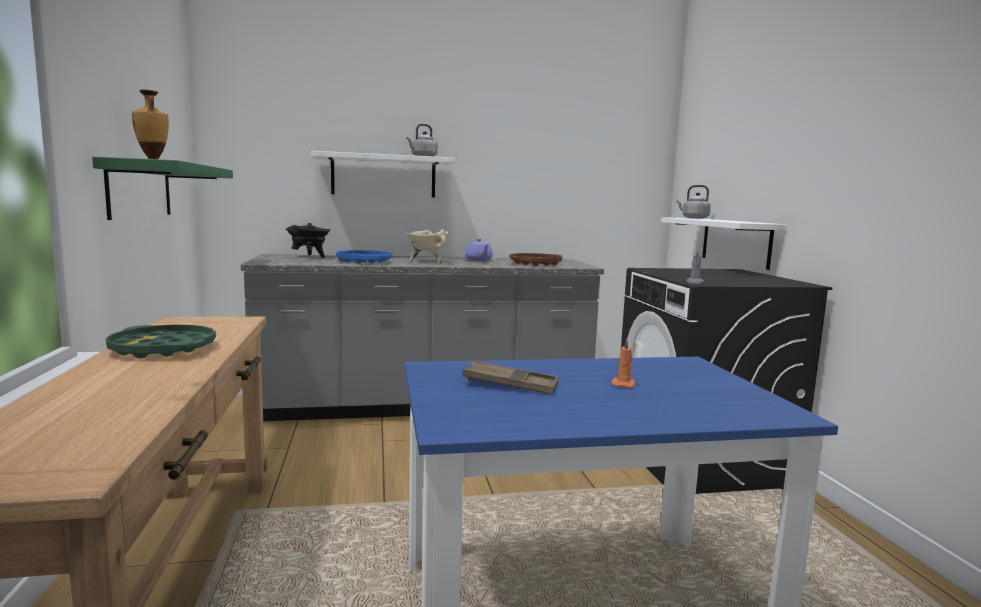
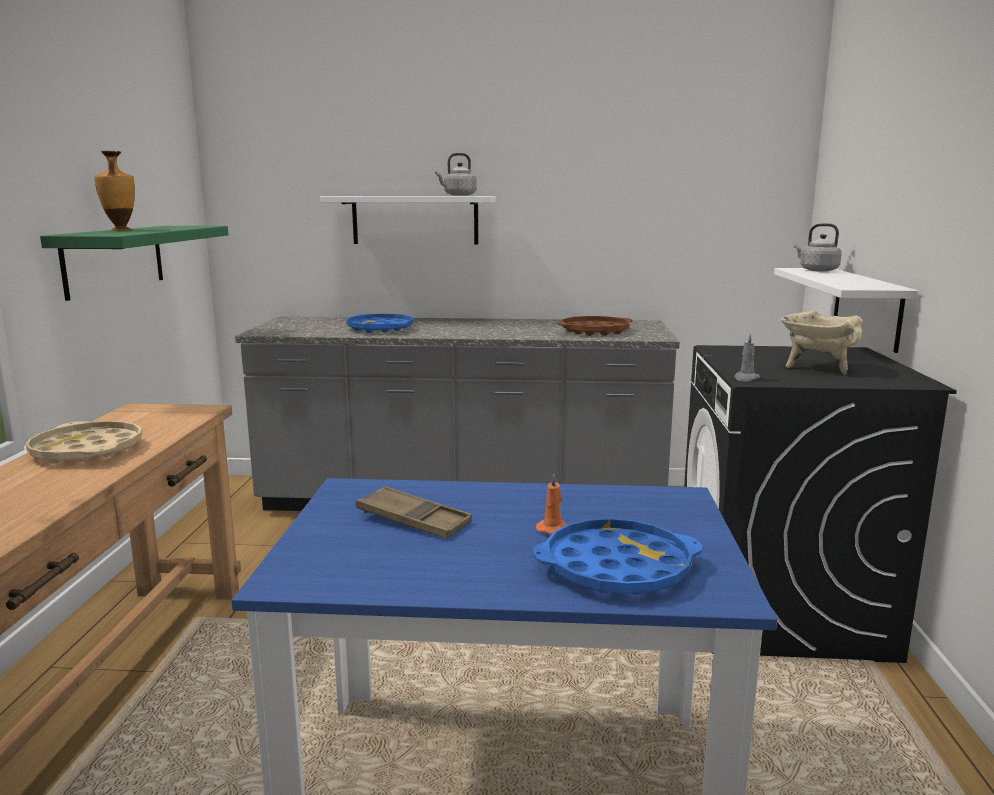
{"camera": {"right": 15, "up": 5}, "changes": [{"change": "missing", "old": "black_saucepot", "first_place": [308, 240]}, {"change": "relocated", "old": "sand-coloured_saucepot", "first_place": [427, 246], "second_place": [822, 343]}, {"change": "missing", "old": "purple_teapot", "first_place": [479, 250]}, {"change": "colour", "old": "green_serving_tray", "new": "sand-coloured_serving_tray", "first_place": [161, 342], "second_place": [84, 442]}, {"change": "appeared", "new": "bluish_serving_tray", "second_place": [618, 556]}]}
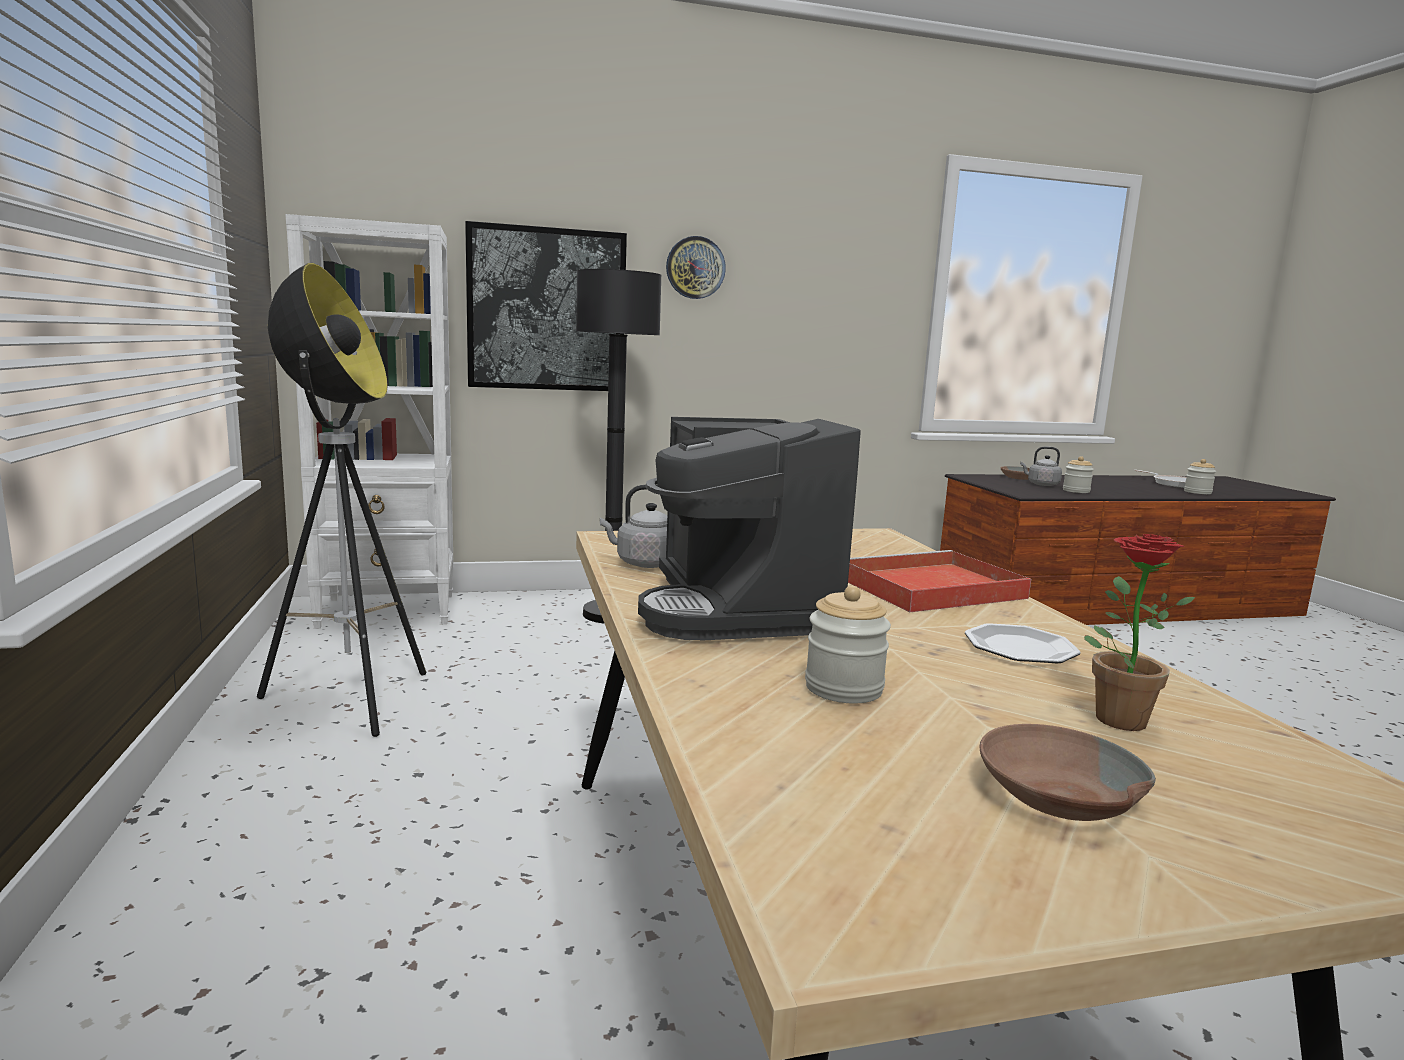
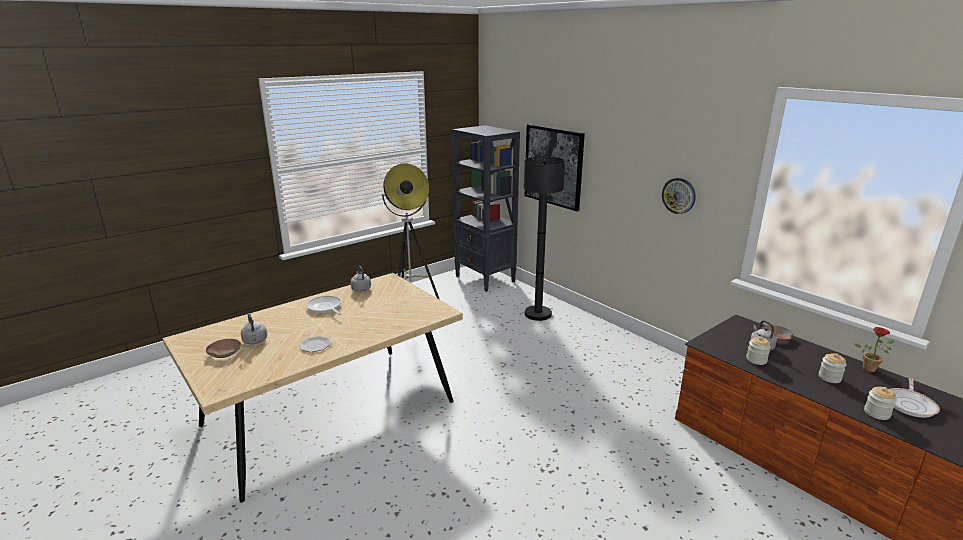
{"camera": {"right": 65, "up": 10}, "changes": [{"change": "colour", "old": "white-coloured_bookshelf", "new": "black_bookshelf", "first_place": [369, 421], "second_place": [486, 208]}, {"change": "relocated", "old": "hanging_clock", "first_place": [696, 267], "second_place": [679, 196]}, {"change": "exchanged", "old": "coffee_machine", "new": "skillet", "first_place": [749, 529], "second_place": [324, 305]}, {"change": "relocated", "old": "plant_in_a_pot", "first_place": [1140, 632], "second_place": [874, 349]}, {"change": "missing", "old": "red_serving_tray", "first_place": [939, 581]}, {"change": "relocated", "old": "storage_jar", "first_place": [848, 644], "second_place": [833, 368]}, {"change": "appeared", "new": "grey_tea_kettle", "second_place": [254, 328]}]}
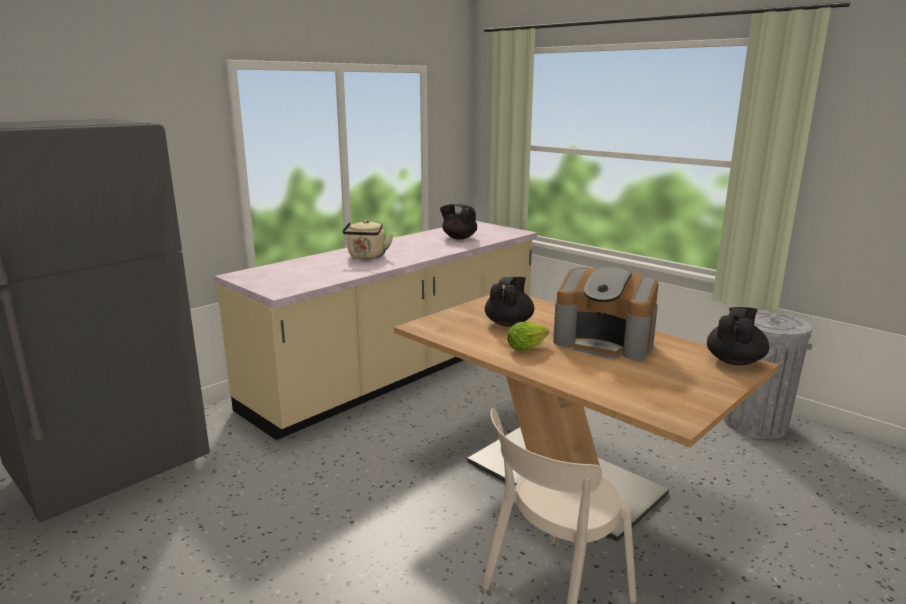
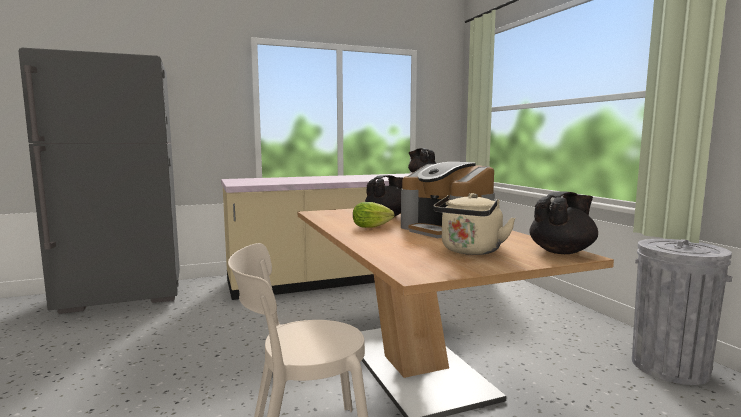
{"camera": {"right": 25, "up": -10}, "changes": [{"change": "relocated", "old": "sand-coloured_tea_kettle", "first_place": [367, 239], "second_place": [475, 224]}]}
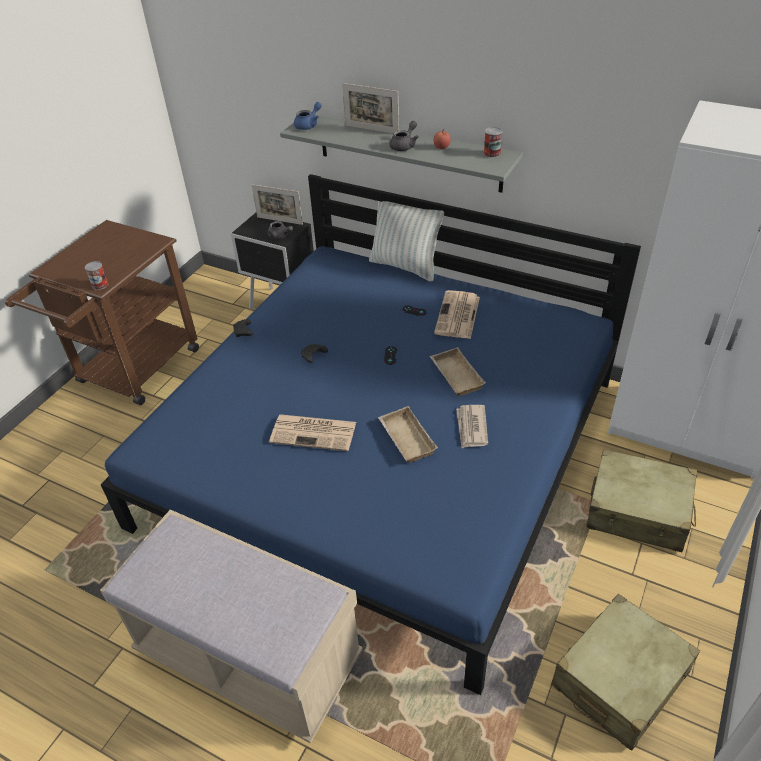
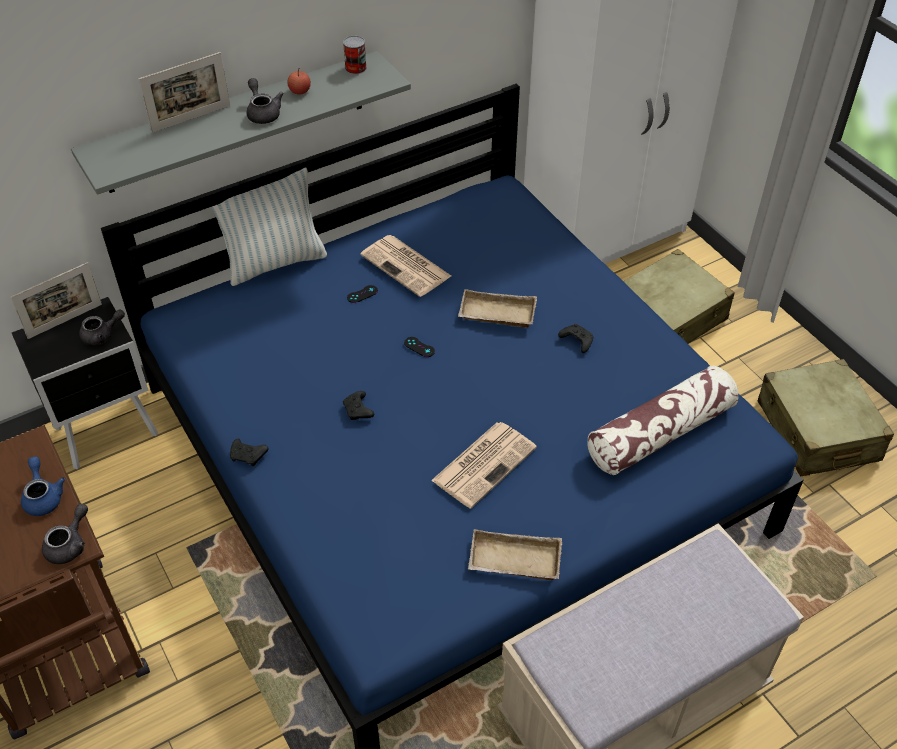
{"camera": {"right": -60, "up": 5}, "changes": [{"change": "relocated", "old": "bluish_teapot", "first_place": [308, 116], "second_place": [43, 486]}, {"change": "exchanged", "old": "sealed_can", "new": "grey_teapot", "first_place": [97, 275], "second_place": [65, 534]}, {"change": "exchanged", "old": "daily_paper", "new": "black_game_controller", "first_place": [472, 426], "second_place": [575, 338]}, {"change": "relocated", "old": "sand-coloured_serving_tray", "first_place": [408, 434], "second_place": [515, 554]}, {"change": "appeared", "new": "throw_pillow", "second_place": [663, 420]}]}
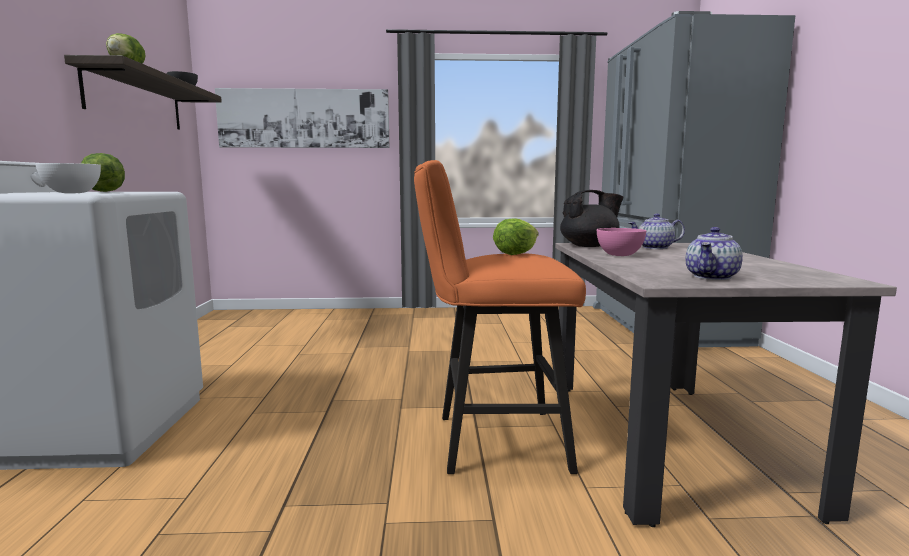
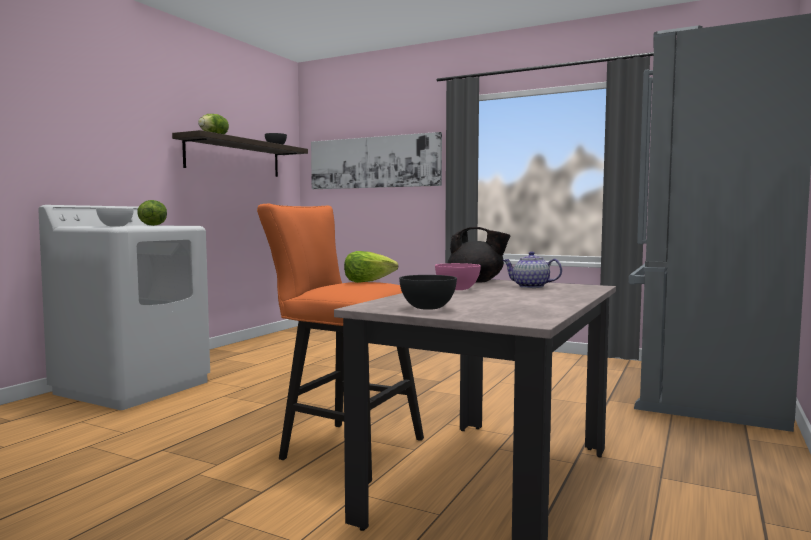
{"camera": {"right": 30, "up": -5}, "changes": [{"change": "exchanged", "old": "teapot", "new": "grey_bowl", "first_place": [714, 253], "second_place": [428, 292]}]}
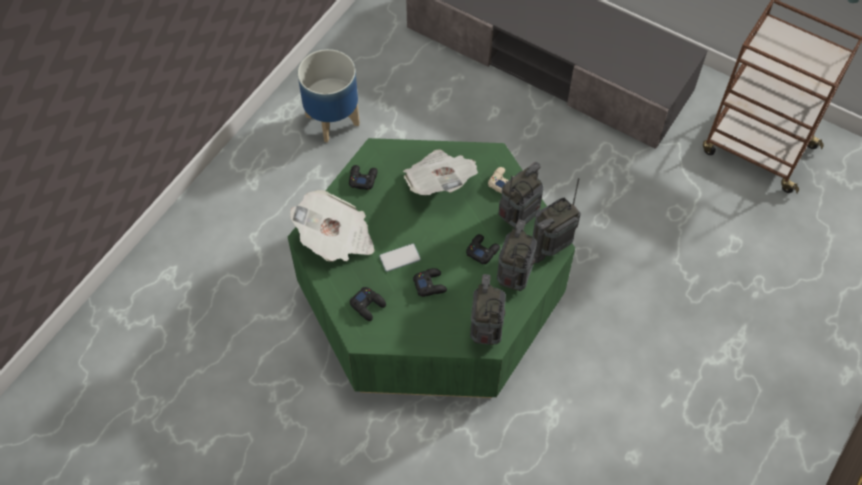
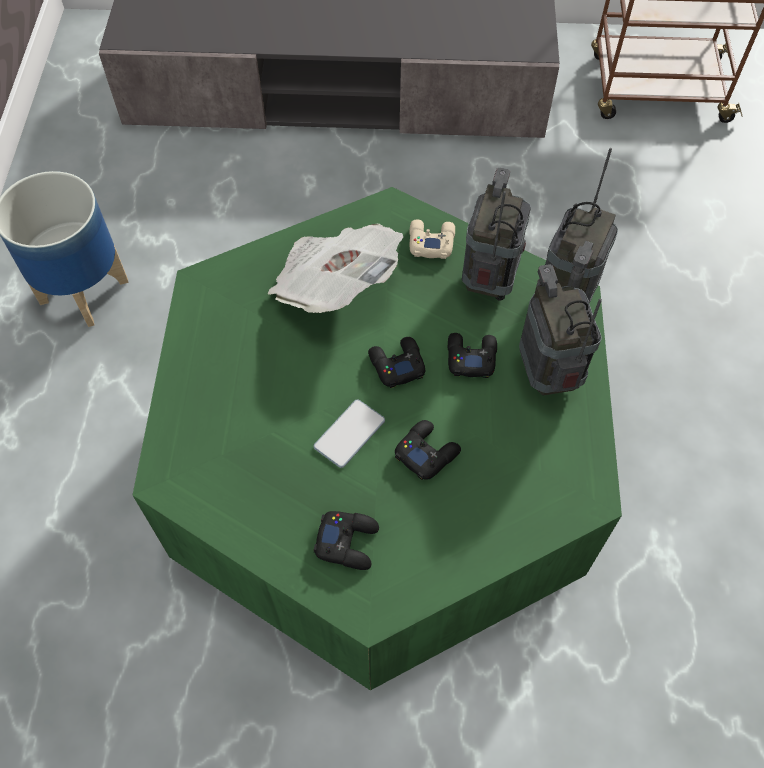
{"camera": {"right": -30, "up": 0}, "changes": [{"change": "relocated", "old": "black_game_controller", "first_place": [363, 177], "second_place": [396, 362]}, {"change": "missing", "old": "daily_paper", "first_place": [332, 226]}, {"change": "missing", "old": "radio_set", "first_place": [488, 309]}]}
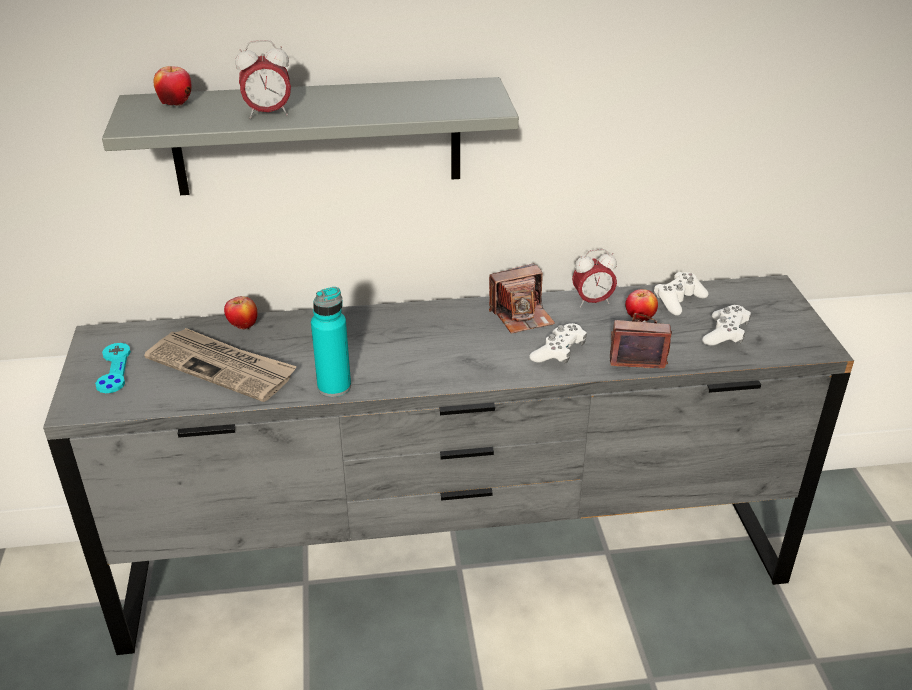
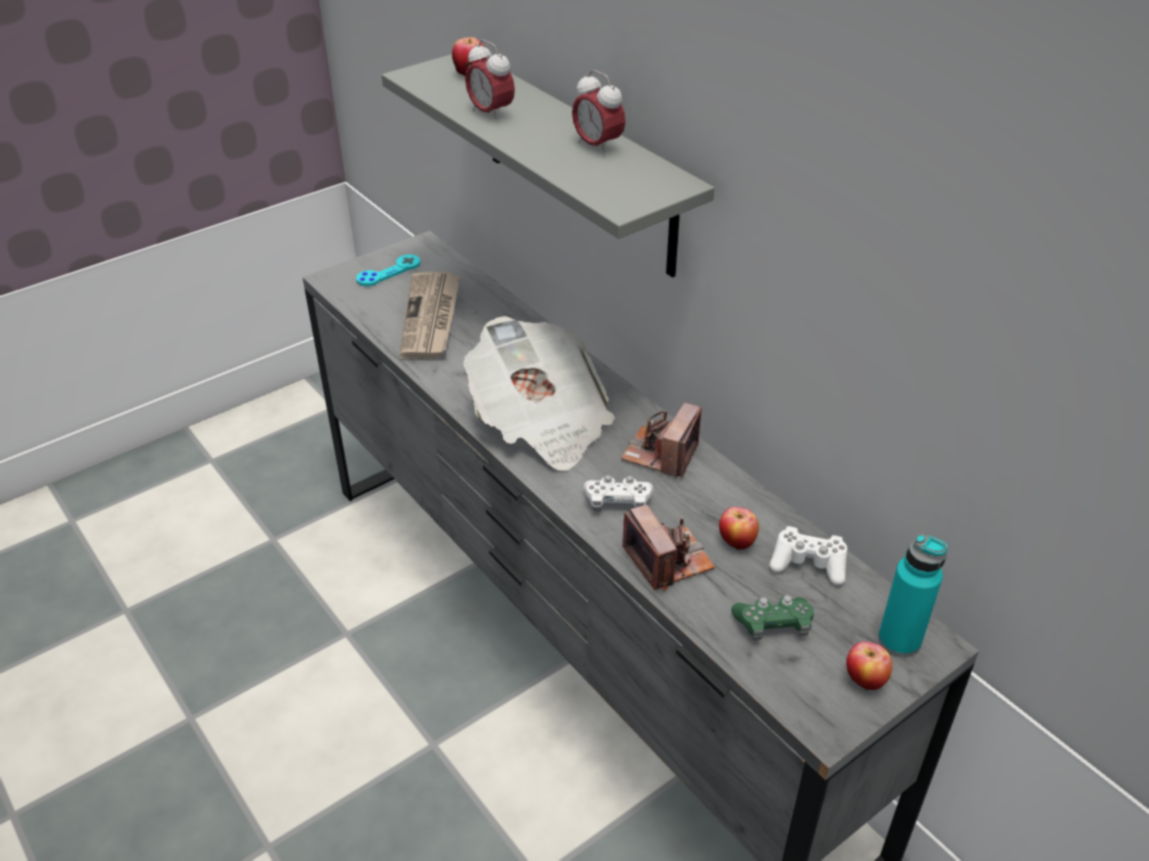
{"camera": {"right": 60, "up": 5}, "changes": [{"change": "relocated", "old": "alarm_clock", "first_place": [594, 278], "second_place": [598, 113]}, {"change": "spun", "old": "photo_camera", "first_place": [522, 298], "second_place": [661, 440], "degrees": 75}, {"change": "relocated", "old": "turquoise-coloured_beverage_bottle", "first_place": [331, 342], "second_place": [913, 595]}, {"change": "relocated", "old": "apple", "first_place": [240, 312], "second_place": [869, 665]}, {"change": "colour", "old": "white-coloured_game_controller", "new": "green_game_controller", "first_place": [726, 325], "second_place": [772, 618]}, {"change": "appeared", "new": "daily_paper", "second_place": [539, 393]}]}
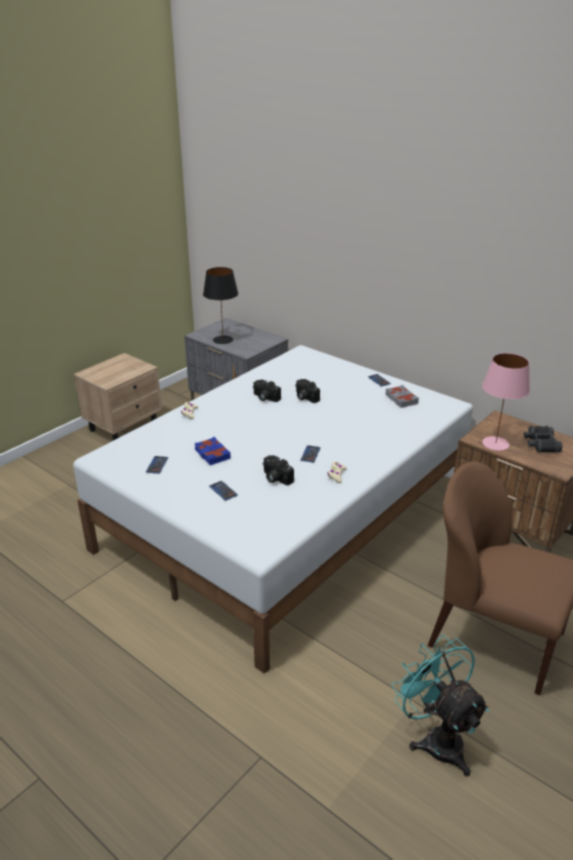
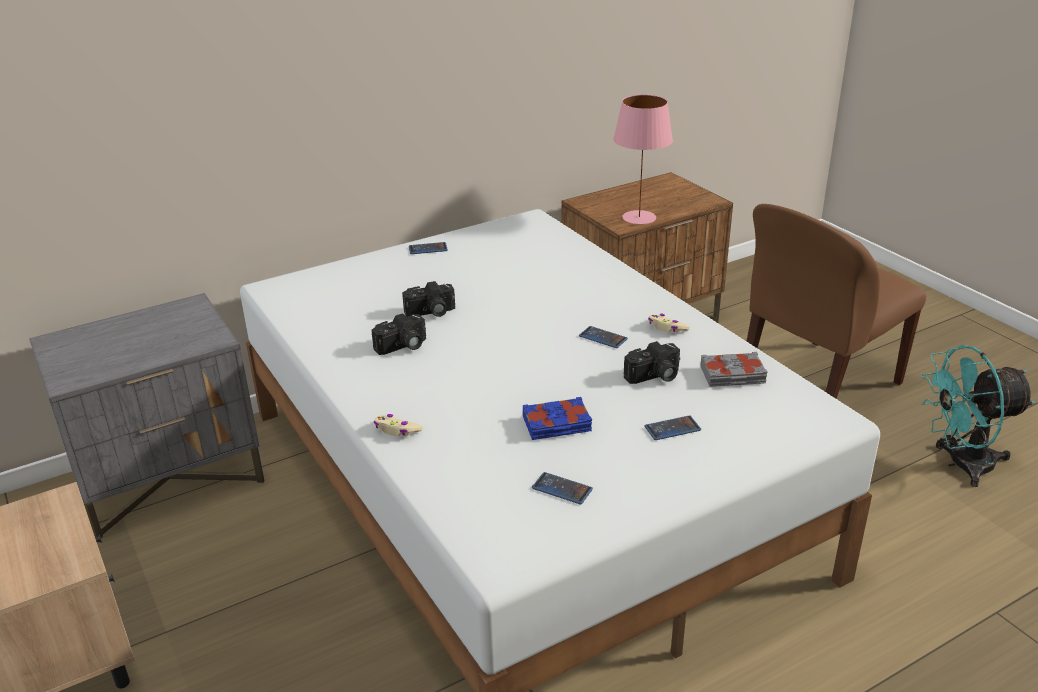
{"camera": {"right": -70, "up": 0}, "changes": [{"change": "missing", "old": "black_lamp_for_a_table", "first_place": [220, 305]}, {"change": "relocated", "old": "grey_volume", "first_place": [402, 396], "second_place": [734, 369]}, {"change": "missing", "old": "black_field_glasses", "first_place": [543, 439]}]}
